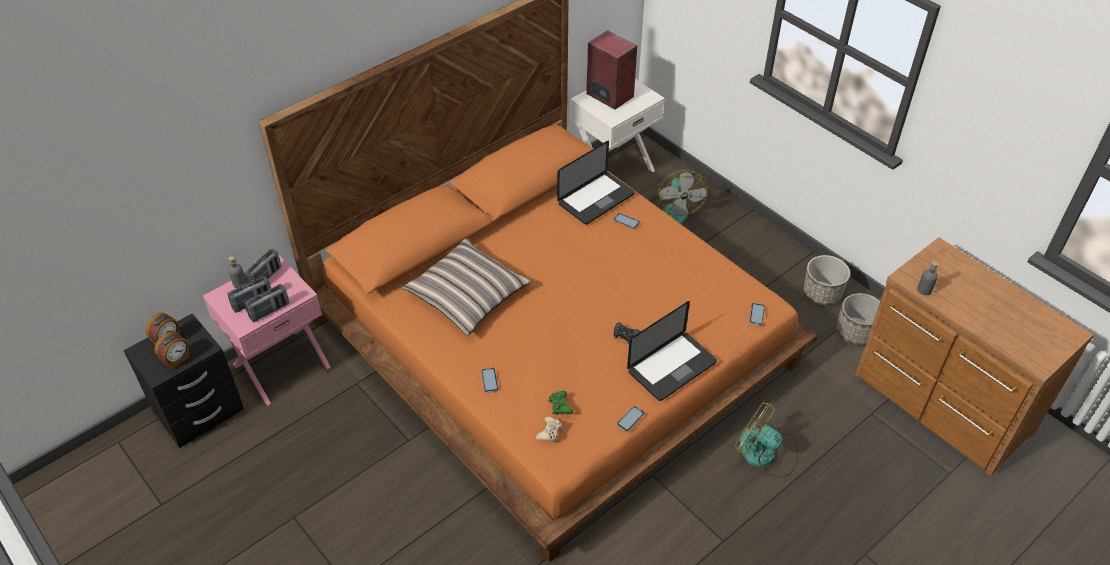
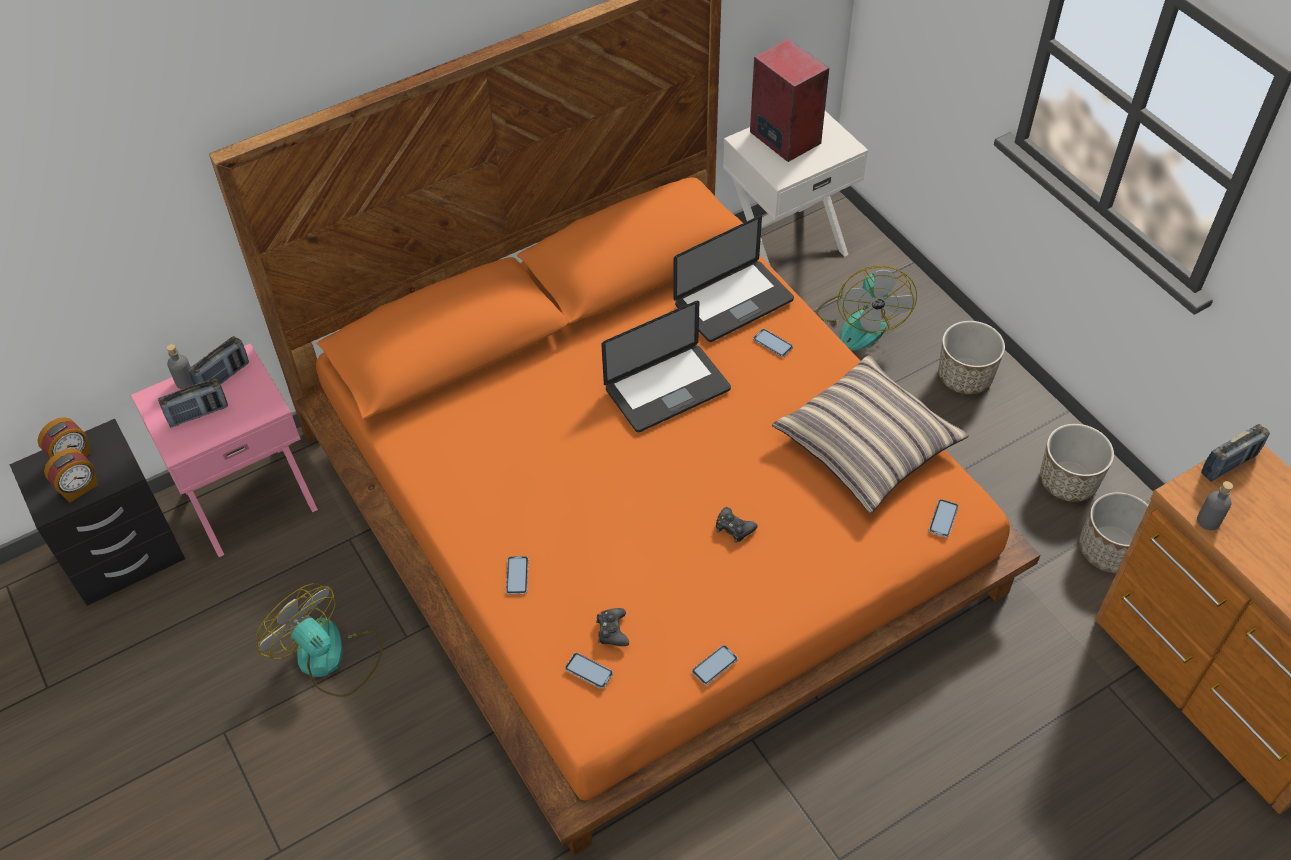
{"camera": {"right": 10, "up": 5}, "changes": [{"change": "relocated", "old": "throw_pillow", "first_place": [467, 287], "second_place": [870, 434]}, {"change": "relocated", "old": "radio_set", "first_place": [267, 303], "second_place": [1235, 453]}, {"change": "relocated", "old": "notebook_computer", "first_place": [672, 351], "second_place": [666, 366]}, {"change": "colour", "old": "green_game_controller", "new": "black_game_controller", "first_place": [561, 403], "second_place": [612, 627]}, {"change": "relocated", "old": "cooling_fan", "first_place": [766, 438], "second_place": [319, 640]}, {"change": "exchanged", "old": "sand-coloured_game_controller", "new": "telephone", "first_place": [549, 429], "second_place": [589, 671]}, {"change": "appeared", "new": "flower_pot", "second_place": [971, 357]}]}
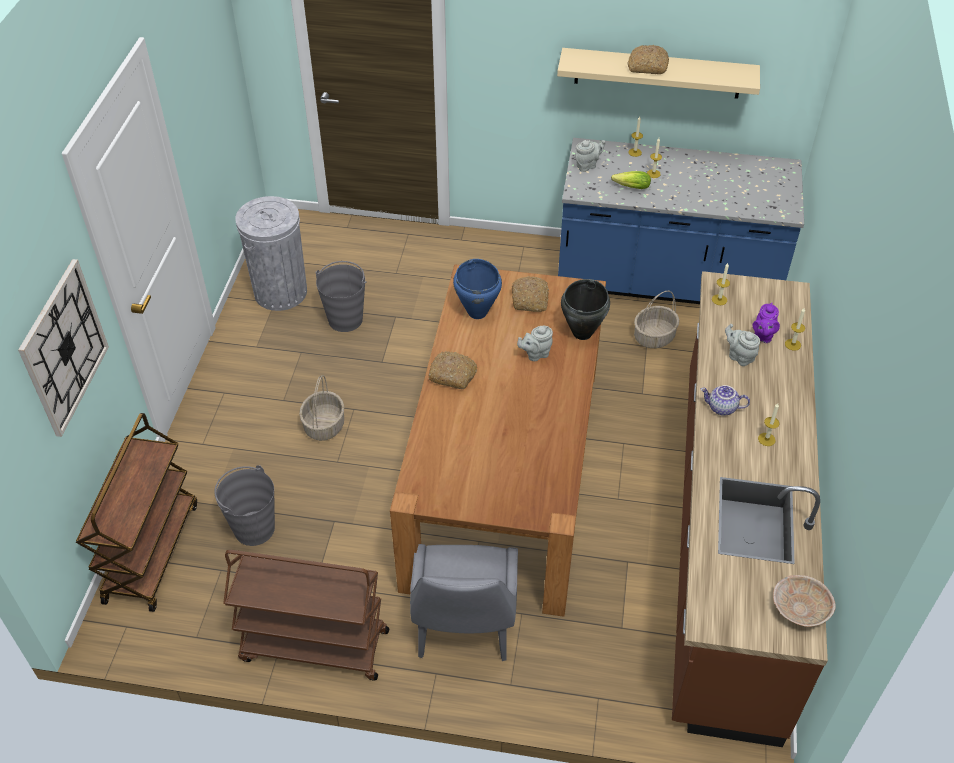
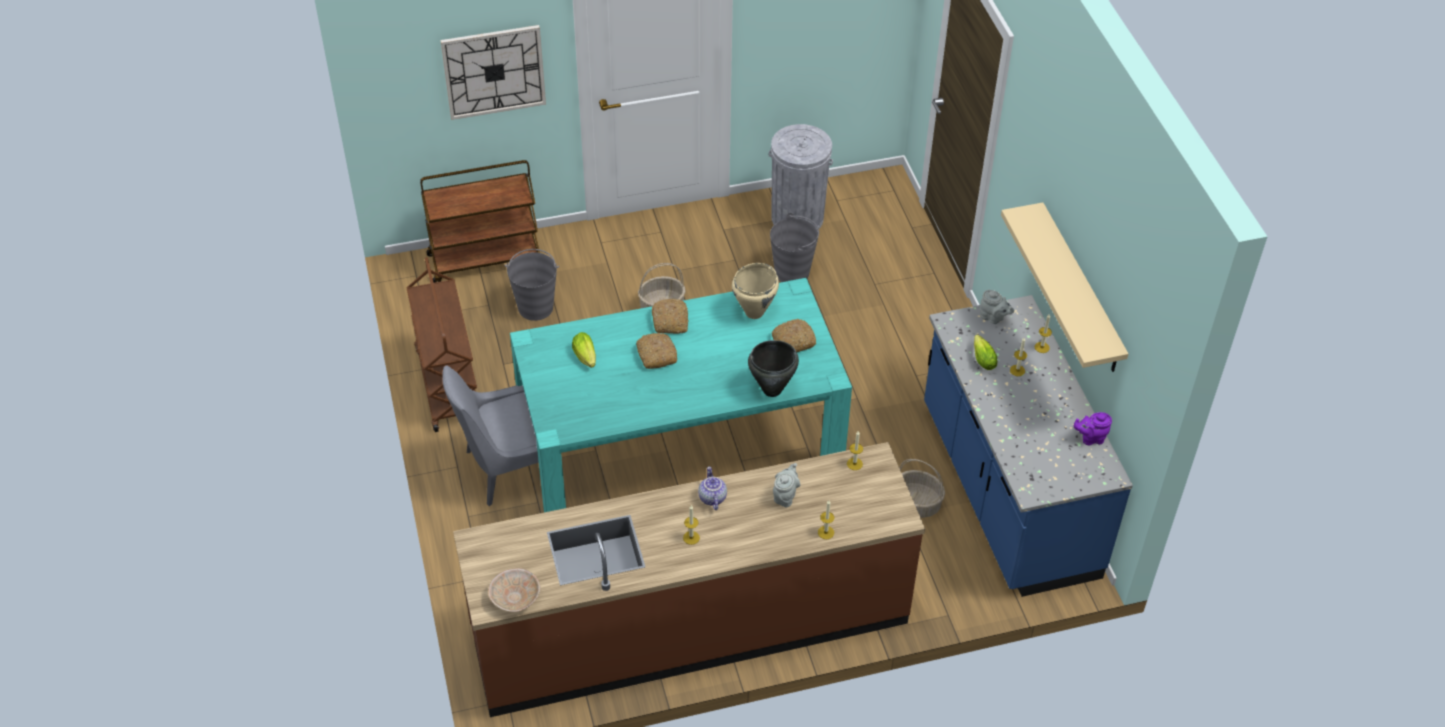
{"camera": {"right": 65, "up": 0}, "changes": [{"change": "relocated", "old": "bakery_bread", "first_place": [648, 59], "second_place": [656, 351]}, {"change": "colour", "old": "bluish_saucepot", "new": "sand-coloured_saucepot", "first_place": [477, 289], "second_place": [755, 291]}, {"change": "colour", "old": "brownish_kitchen_table", "new": "turquoise-coloured_kitchen_table", "first_place": [498, 440], "second_place": [681, 395]}, {"change": "relocated", "old": "purple_teapot", "first_place": [766, 323], "second_place": [1093, 428]}, {"change": "missing", "old": "grey_teapot", "first_place": [535, 343]}, {"change": "appeared", "new": "lettuce", "second_place": [584, 350]}]}
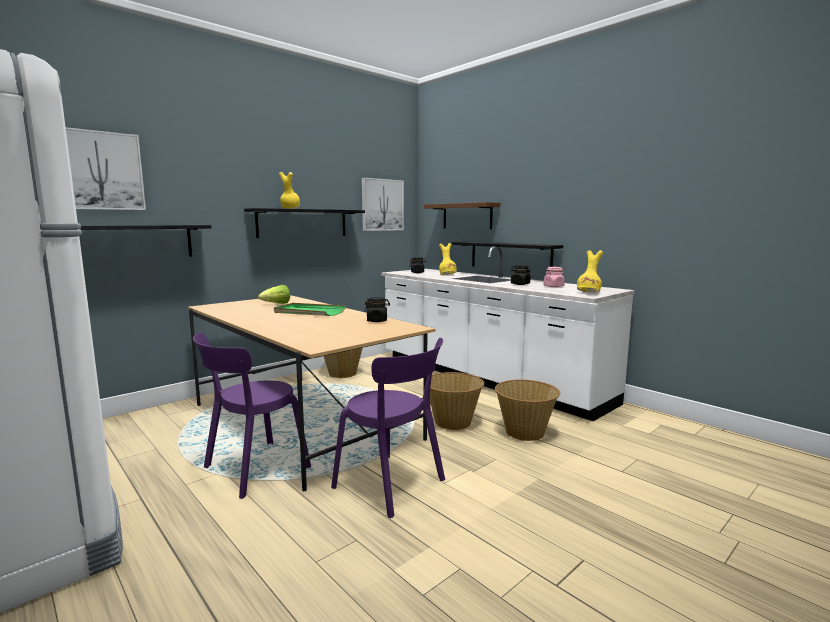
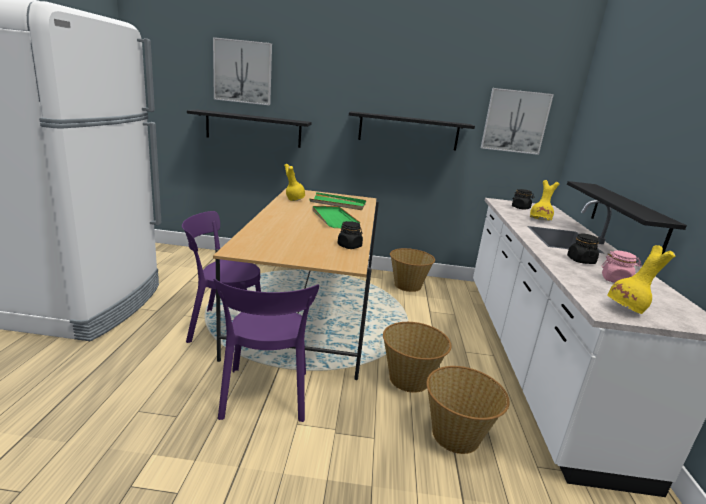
{"camera": {"right": 45, "up": 10}, "changes": [{"change": "relocated", "old": "yellow_decorative_vase", "first_place": [289, 190], "second_place": [294, 182]}, {"change": "missing", "old": "brownish_wall_shelf", "first_place": [462, 215]}, {"change": "exchanged", "old": "lettuce", "new": "green_serving_tray", "first_place": [274, 294], "second_place": [337, 201]}]}
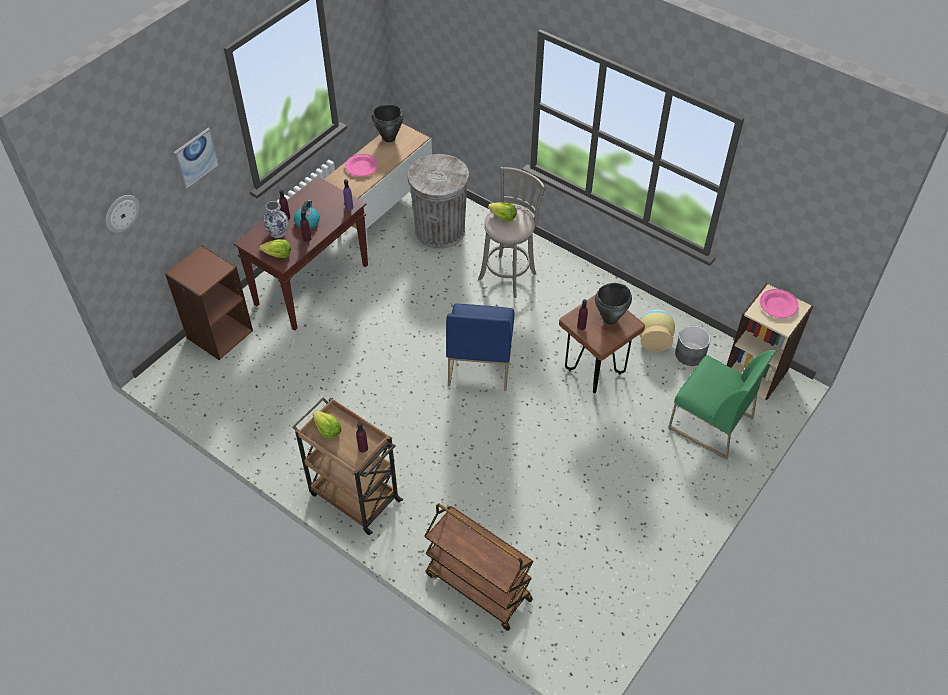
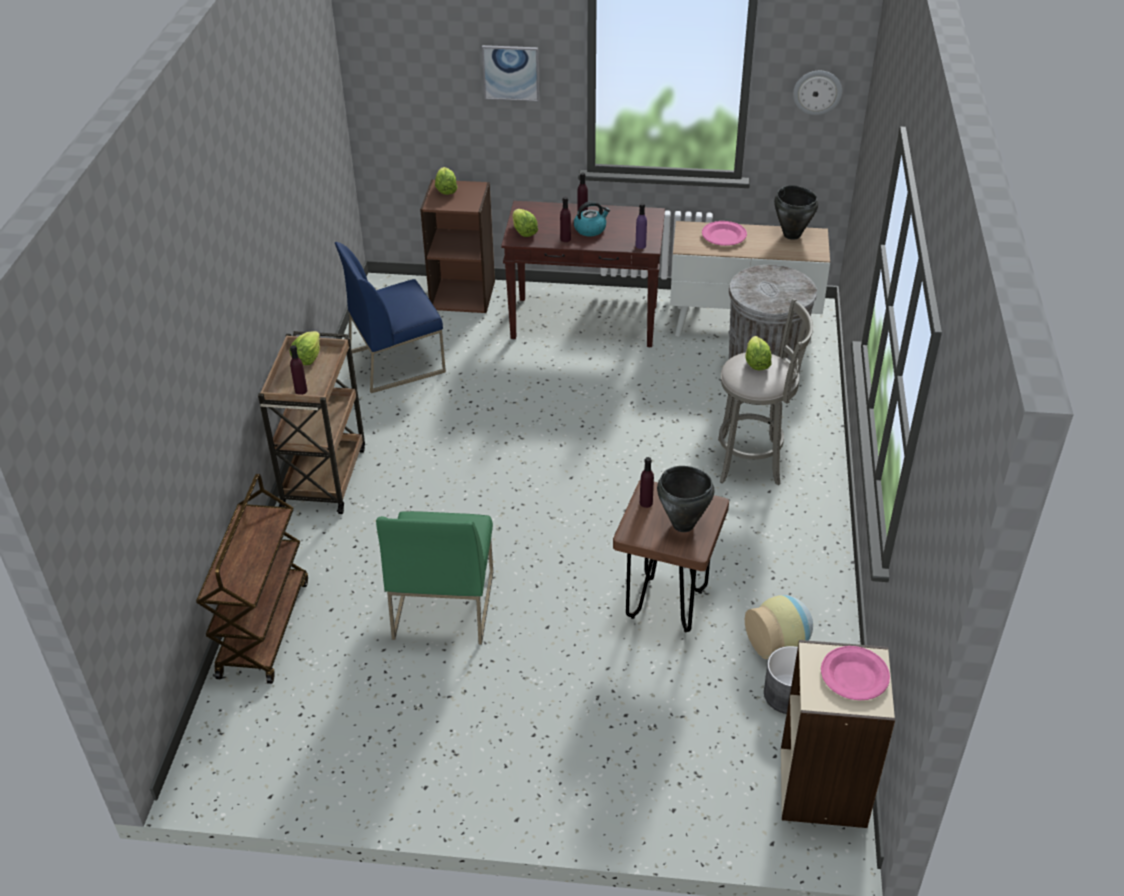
{"camera": {"right": 60, "up": -10}, "changes": [{"change": "relocated", "old": "hanging_clock", "first_place": [123, 214], "second_place": [817, 93]}, {"change": "missing", "old": "decorative_vase", "first_place": [276, 219]}, {"change": "relocated", "old": "bluish_chair", "first_place": [480, 347], "second_place": [390, 317]}, {"change": "relocated", "old": "green_chair", "first_place": [722, 405], "second_place": [434, 577]}, {"change": "appeared", "new": "lettuce", "second_place": [446, 181]}]}
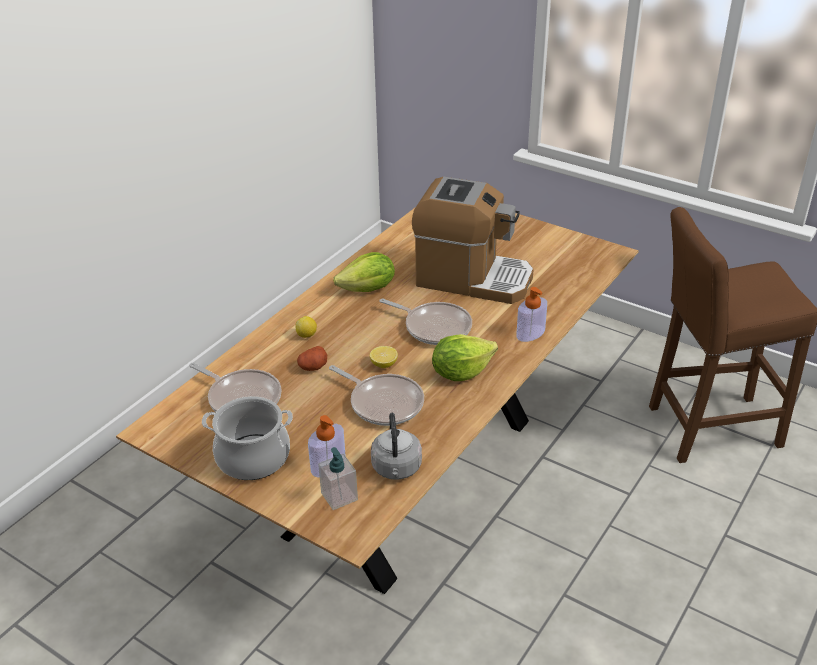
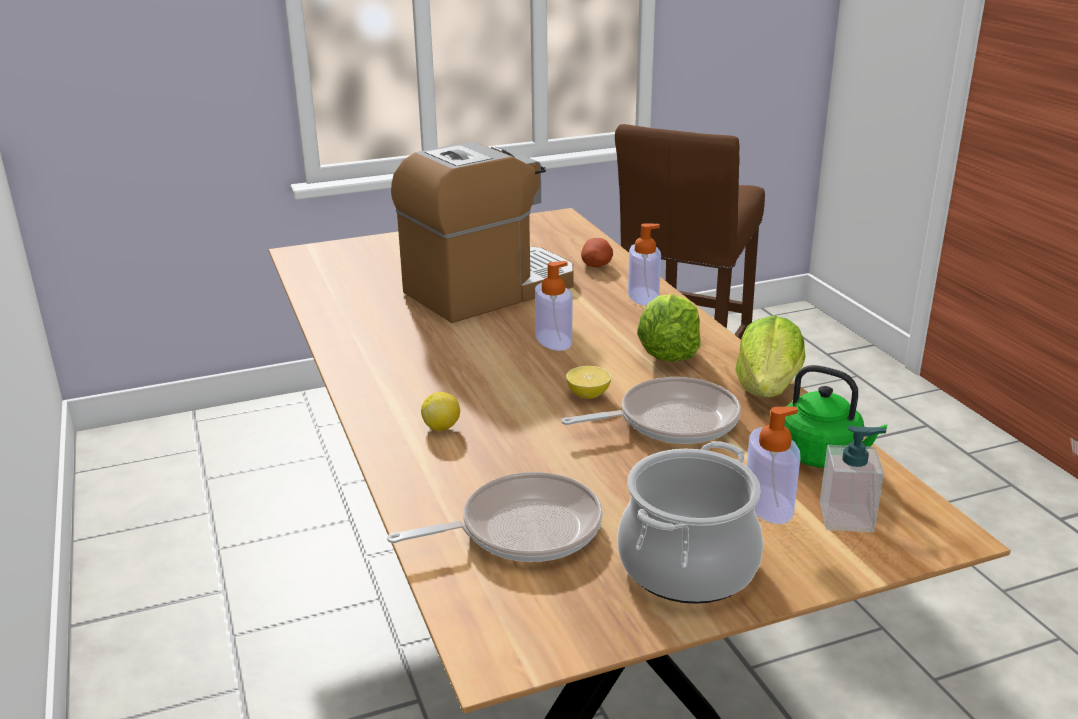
{"camera": {"right": -55, "up": -10}, "changes": [{"change": "relocated", "old": "lettuce", "first_place": [364, 272], "second_place": [770, 356]}, {"change": "exchanged", "old": "skillet", "new": "soap_bottle", "first_place": [425, 321], "second_place": [553, 306]}, {"change": "relocated", "old": "potato", "first_place": [312, 358], "second_place": [597, 252]}, {"change": "colour", "old": "grey_tea_kettle", "new": "green_tea_kettle", "first_place": [396, 446], "second_place": [836, 416]}]}
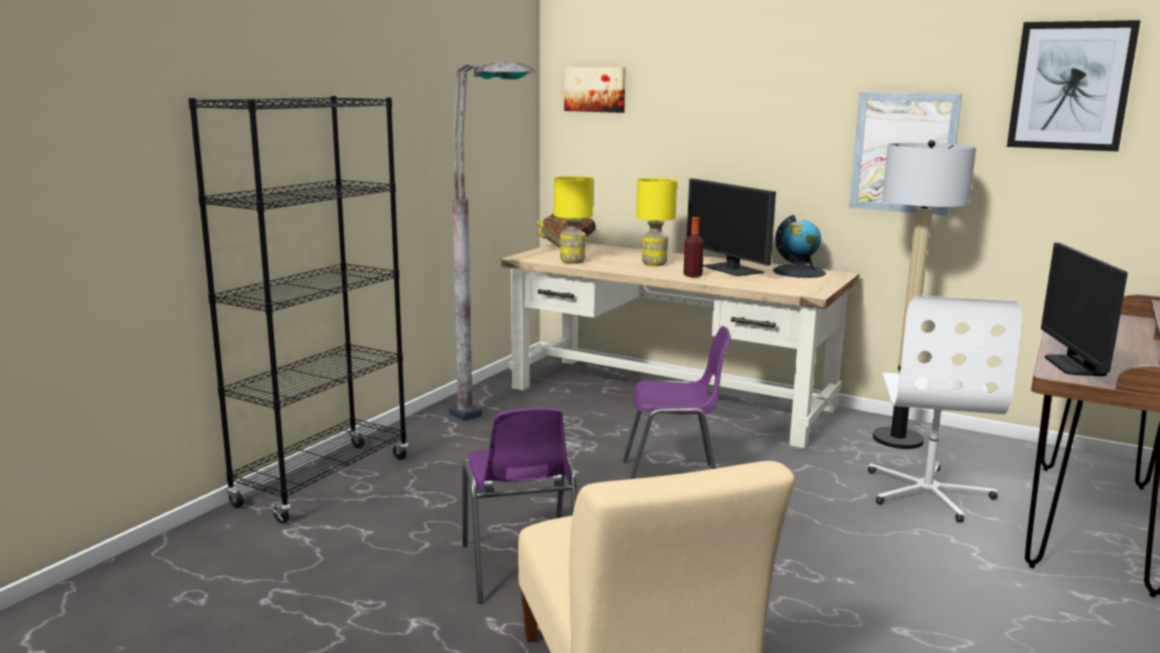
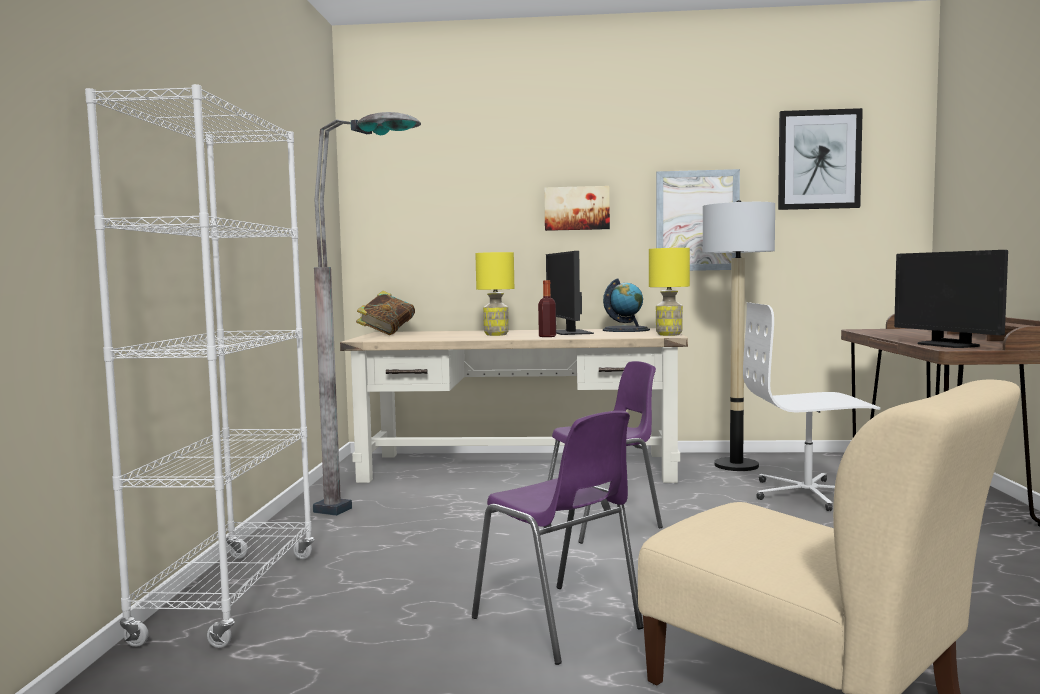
{"camera": {"right": -25, "up": -10}, "changes": [{"change": "relocated", "old": "picture", "first_place": [595, 90], "second_place": [577, 208]}, {"change": "colour", "old": "black_bookshelf", "new": "white-coloured_bookshelf", "first_place": [298, 309], "second_place": [200, 366]}, {"change": "relocated", "old": "yellow_lamp_for_a_table", "first_place": [573, 220], "second_place": [669, 292]}, {"change": "spun", "old": "monitor", "first_place": [731, 227], "second_place": [570, 293], "degrees": 45}, {"change": "spun", "old": "white-coloured_office_chair", "first_place": [945, 409], "second_place": [811, 406], "degrees": 105}]}
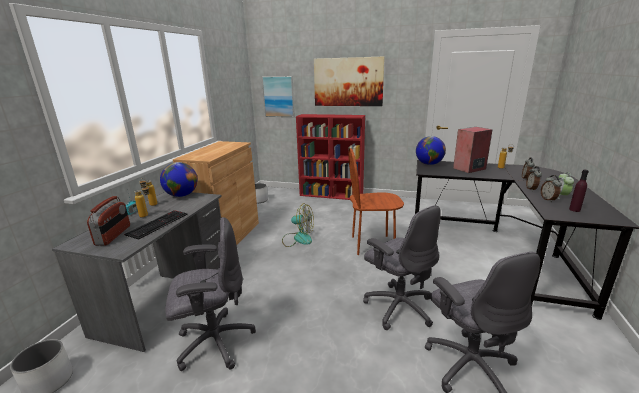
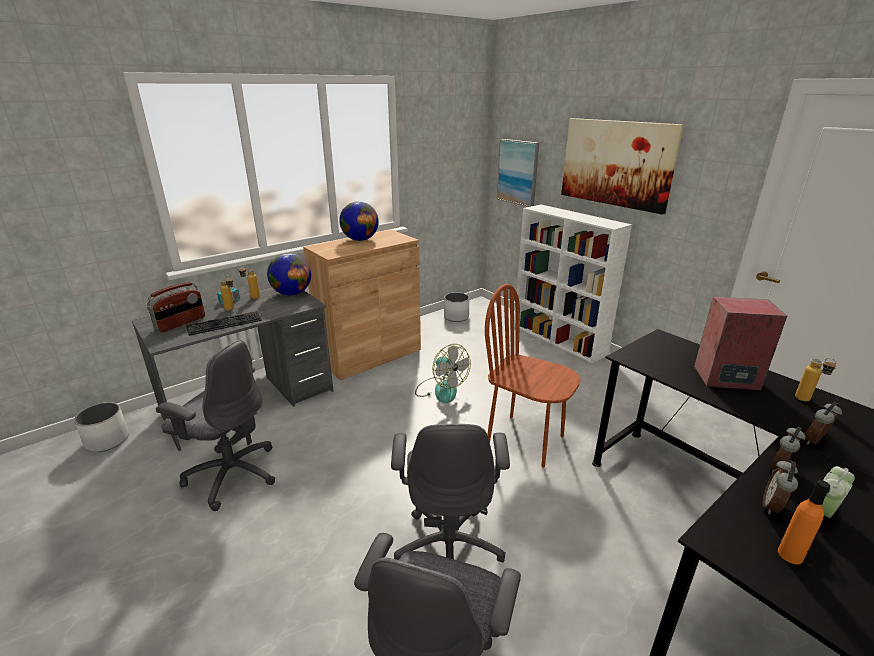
{"camera": {"right": 35, "up": 5}, "changes": [{"change": "colour", "old": "red_bookshelf", "new": "white-coloured_bookshelf", "first_place": [330, 157], "second_place": [573, 284]}, {"change": "relocated", "old": "globe", "first_place": [431, 150], "second_place": [359, 221]}, {"change": "colour", "old": "purple_beverage_bottle", "new": "orange-coloured_beverage_bottle", "first_place": [579, 191], "second_place": [804, 522]}]}
